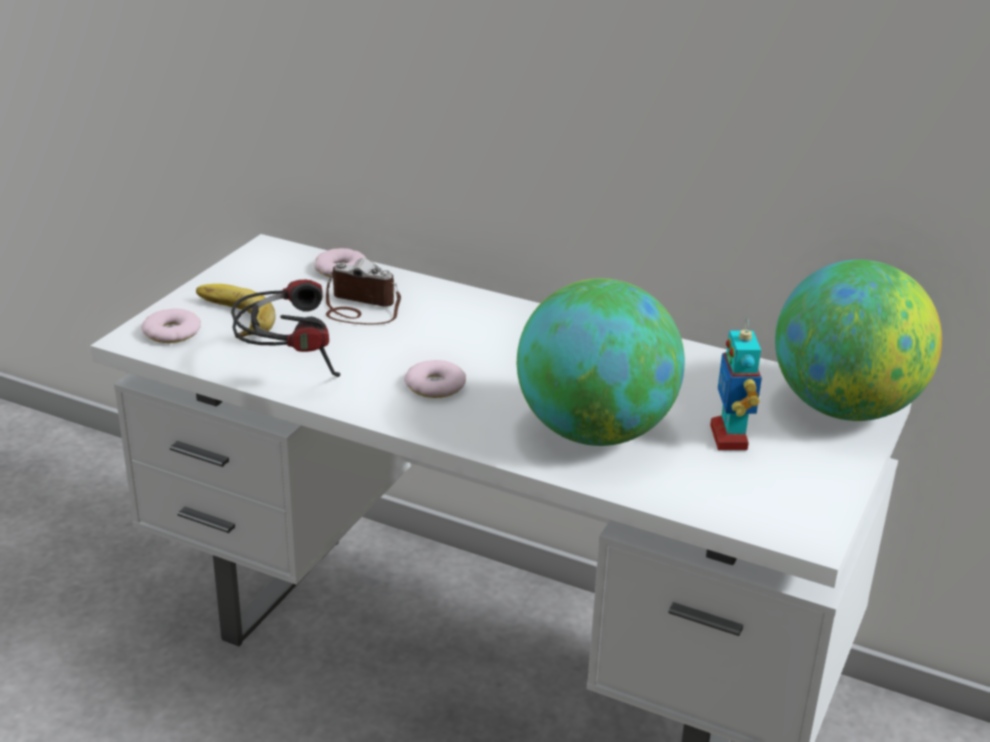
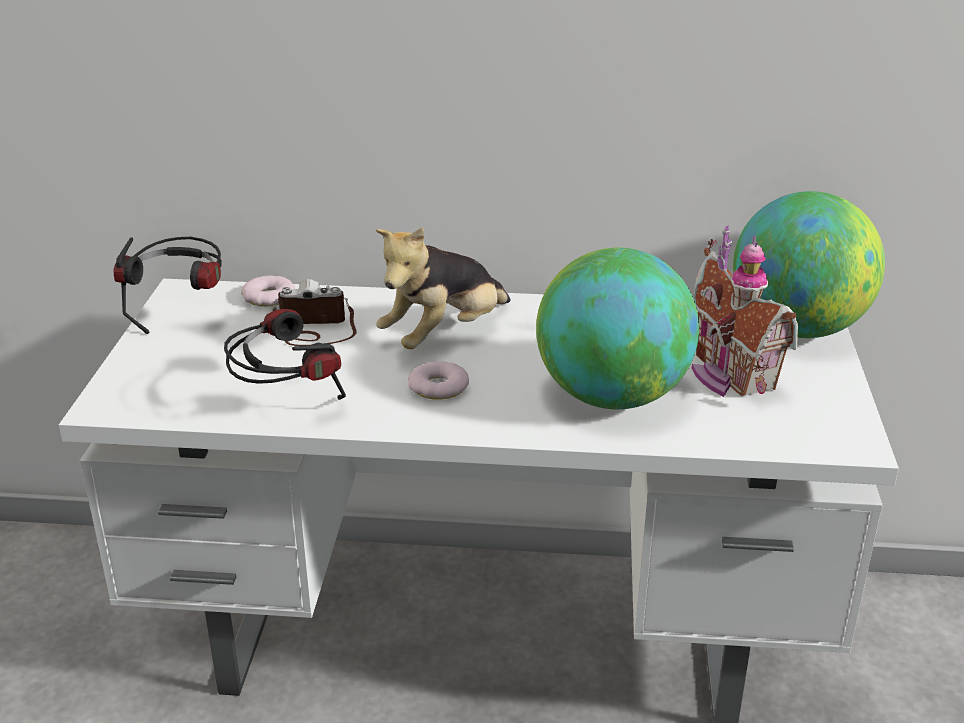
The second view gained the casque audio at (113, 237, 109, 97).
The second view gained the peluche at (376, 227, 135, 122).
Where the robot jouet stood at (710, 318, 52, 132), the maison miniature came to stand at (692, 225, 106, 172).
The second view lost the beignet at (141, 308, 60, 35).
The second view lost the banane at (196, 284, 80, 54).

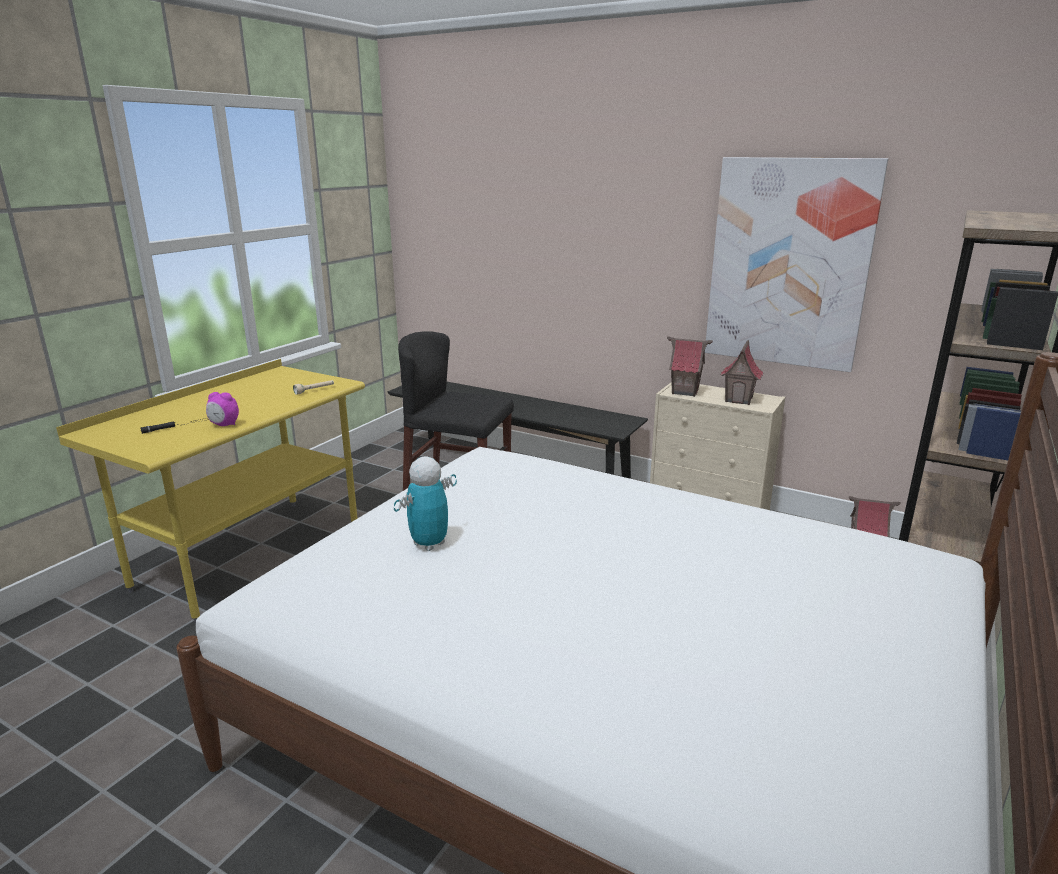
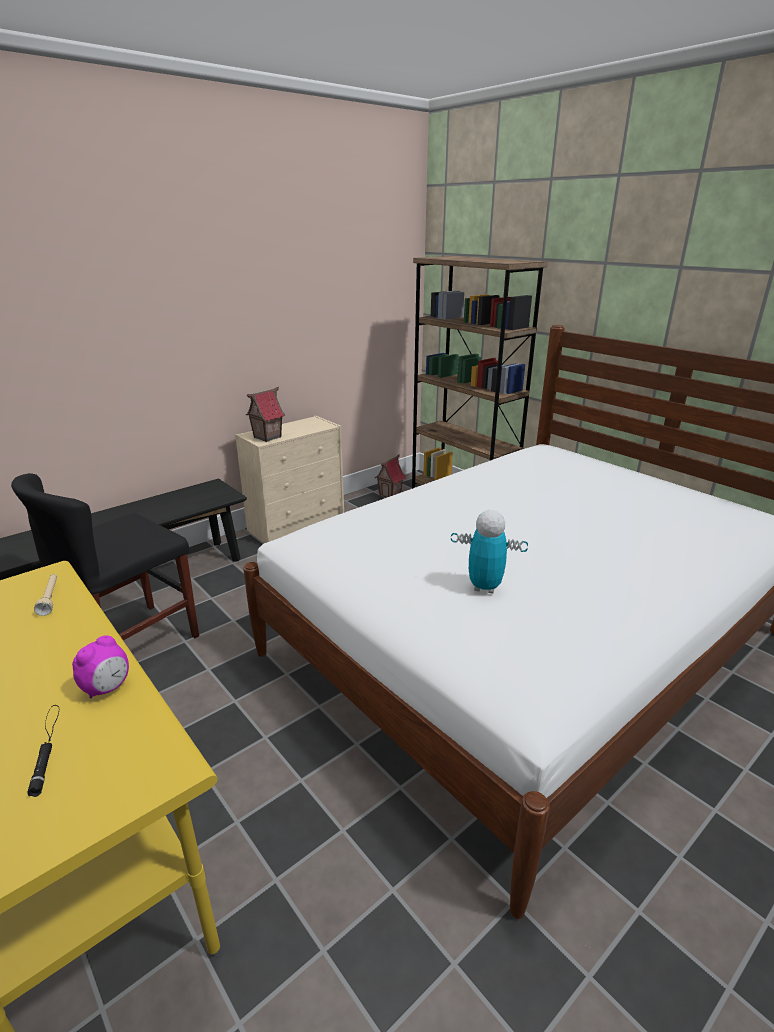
The robot jouet at (394, 457, 63, 94) ended up facing another way, 135 degrees clockwise from before.
The second view lost the tableau at (705, 157, 183, 215).
The second view lost the maison miniature at (720, 340, 43, 65).

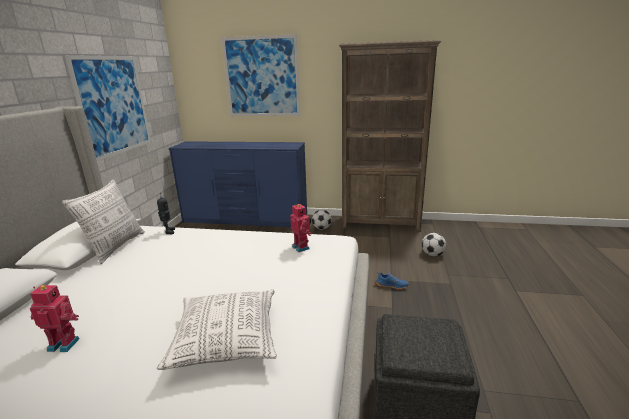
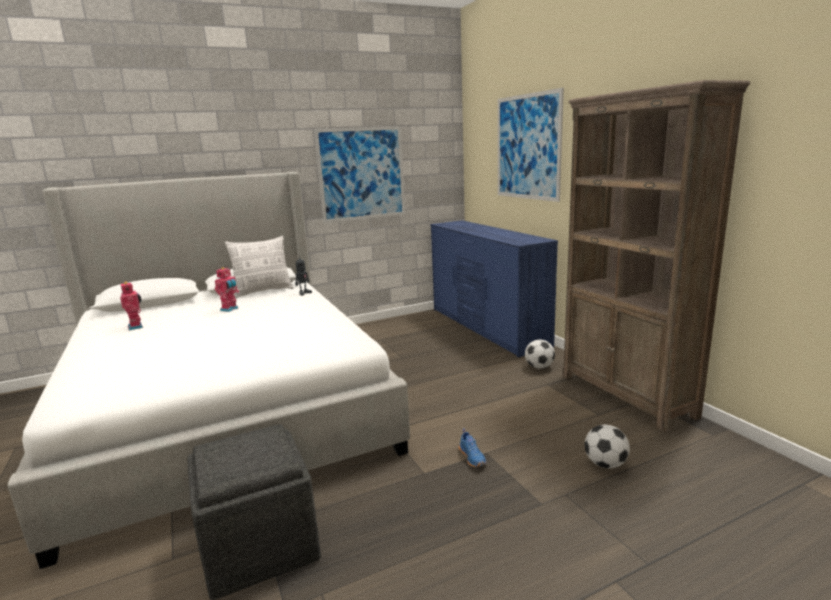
The robot jouet ended up elsewhere, having gone from (290, 204, 22, 48) to (215, 267, 24, 45).
The second view lost the coussin at (157, 289, 120, 81).

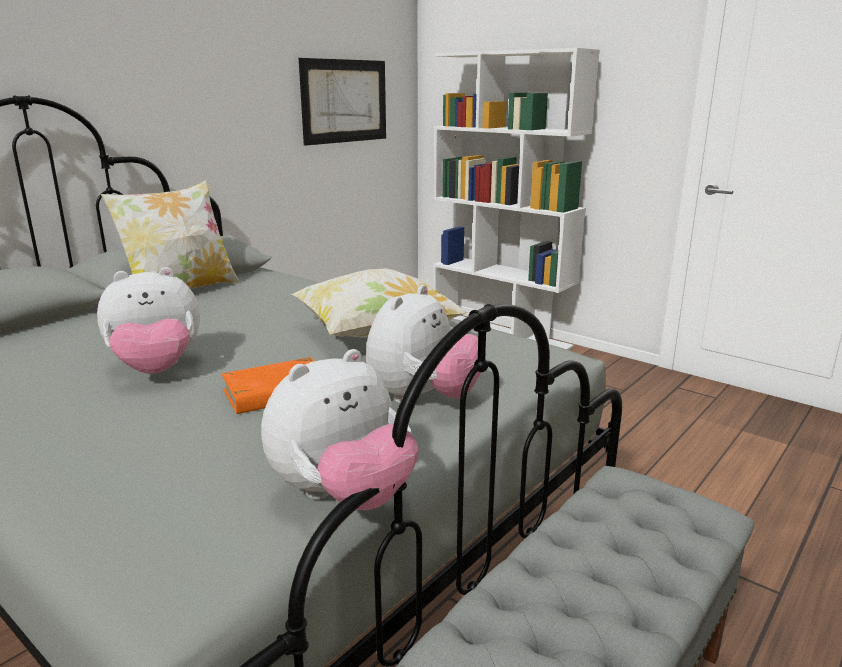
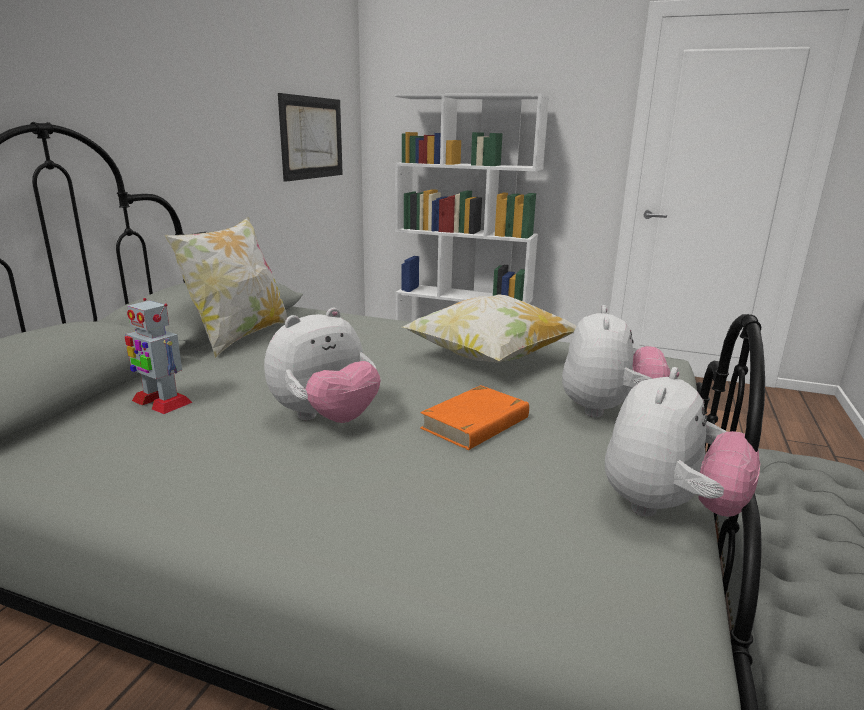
The second view gained the robot jouet at (125, 298, 68, 116).

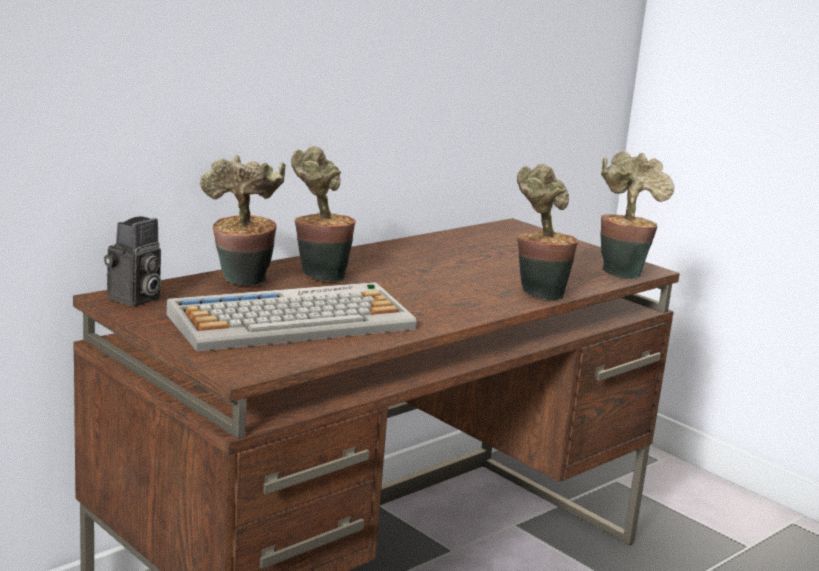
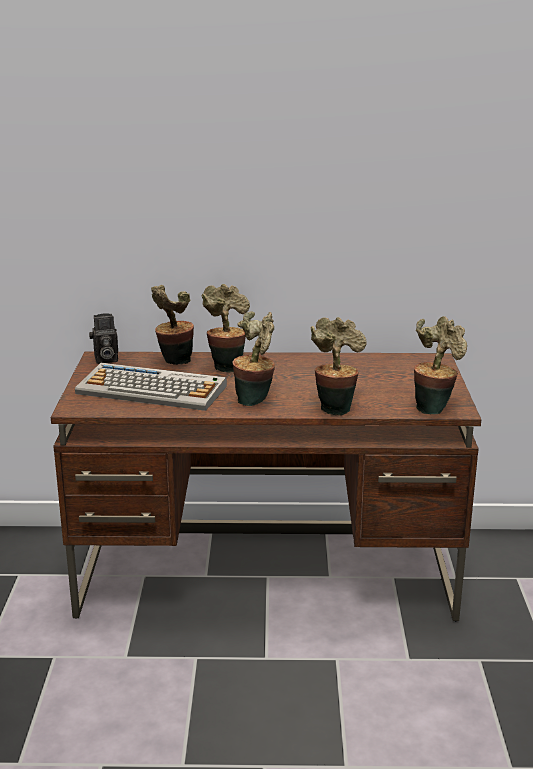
The second view gained the plante en pot at (232, 311, 43, 95).

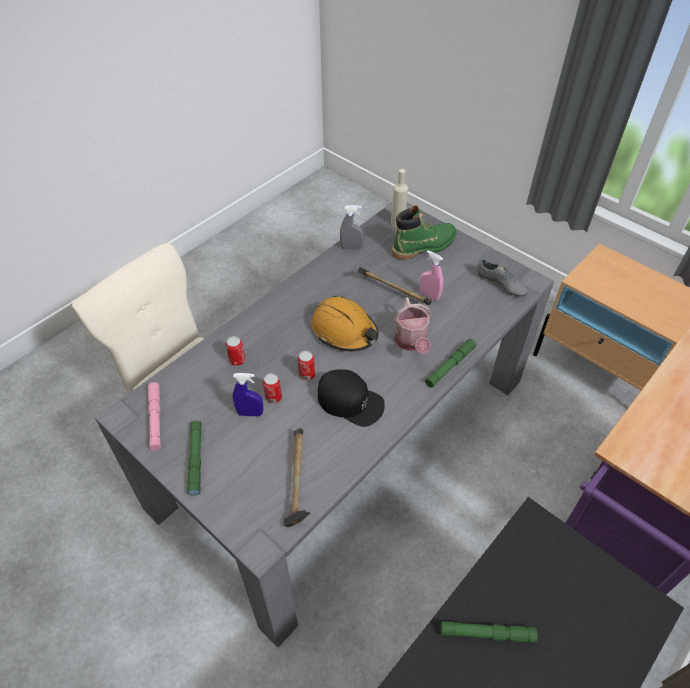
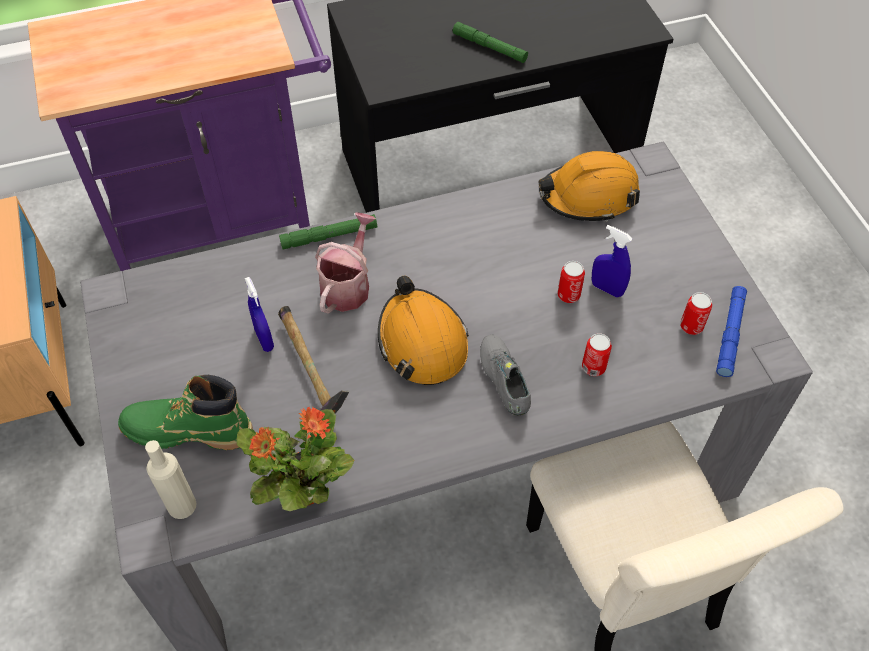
Where the vaporisateur/gris stood at (340, 205, 24, 45), the plante en pot came to stand at (237, 407, 118, 104).
What was the vaporisateur/rose at (420, 250, 23, 51) turned into the vaporisateur/bleu at (245, 277, 29, 75).
The chaussure/gris ended up elsewhere, having gone from (478, 259, 50, 38) to (480, 335, 51, 81).
Where the marteau stood at (283, 428, 28, 100), the casque de chantier/orange came to stand at (538, 151, 102, 71).
The boîte métallique ended up elsewhere, having gone from (298, 351, 17, 30) to (680, 292, 32, 43).
What was the lampe de poche/rose at (148, 382, 13, 69) turned into the lampe de poche/bleu at (716, 286, 31, 91).
The second view lost the lampe de poche/vert at (187, 421, 15, 75).
The second view lost the casquette/noir at (318, 369, 67, 58).

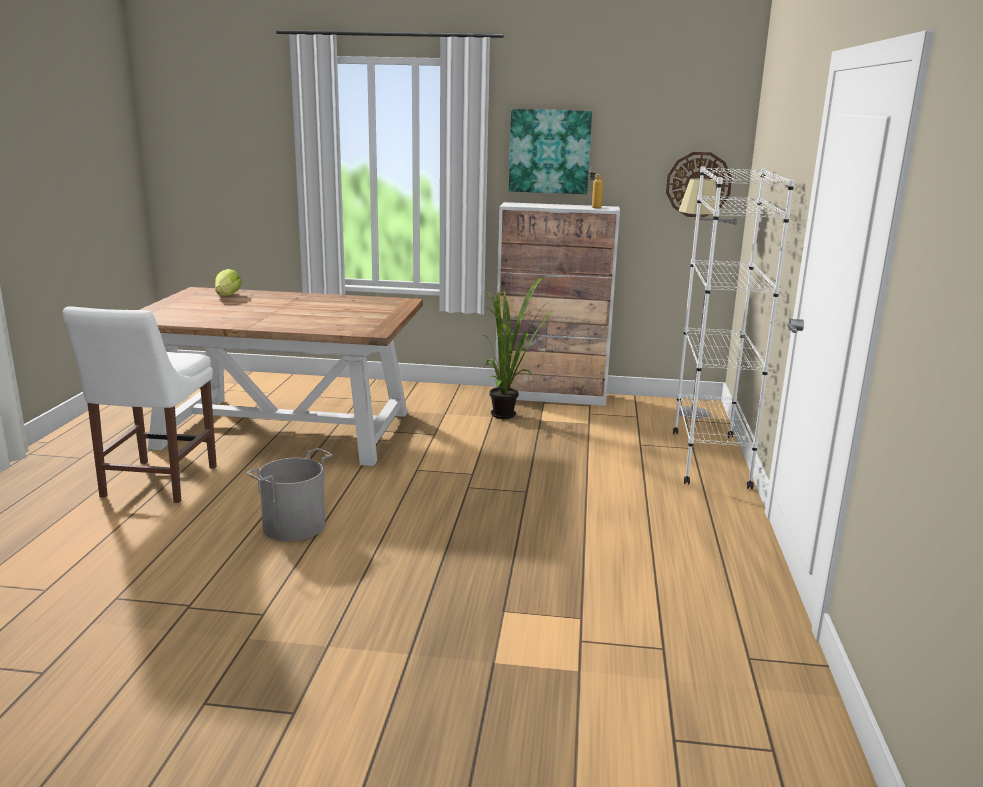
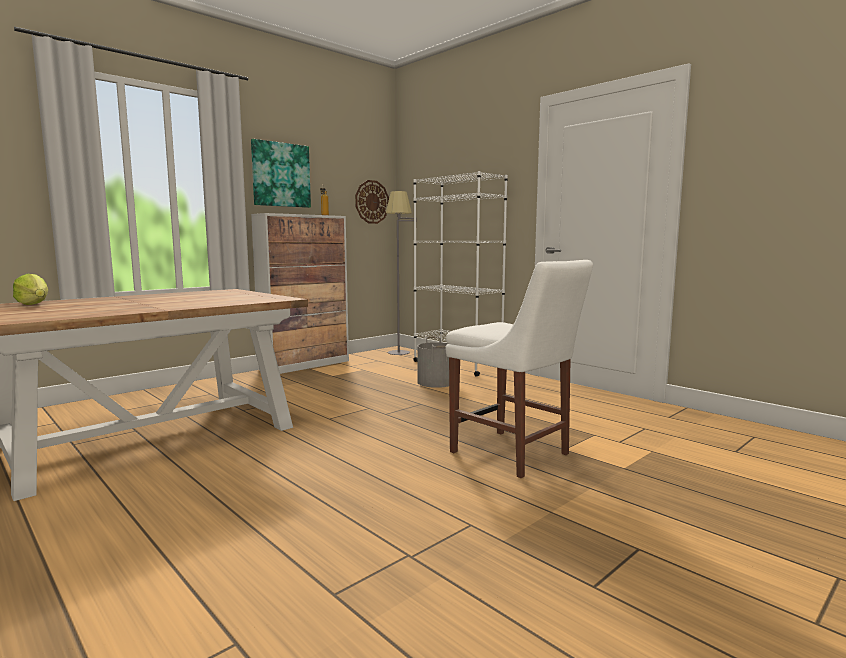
The seau/gris ended up elsewhere, having gone from (247, 448, 86, 93) to (417, 336, 32, 52).
The chaise/blanc ended up elsewhere, having gone from (63, 306, 154, 197) to (445, 260, 148, 218).
The second view lost the plante en pot at (483, 277, 70, 142).

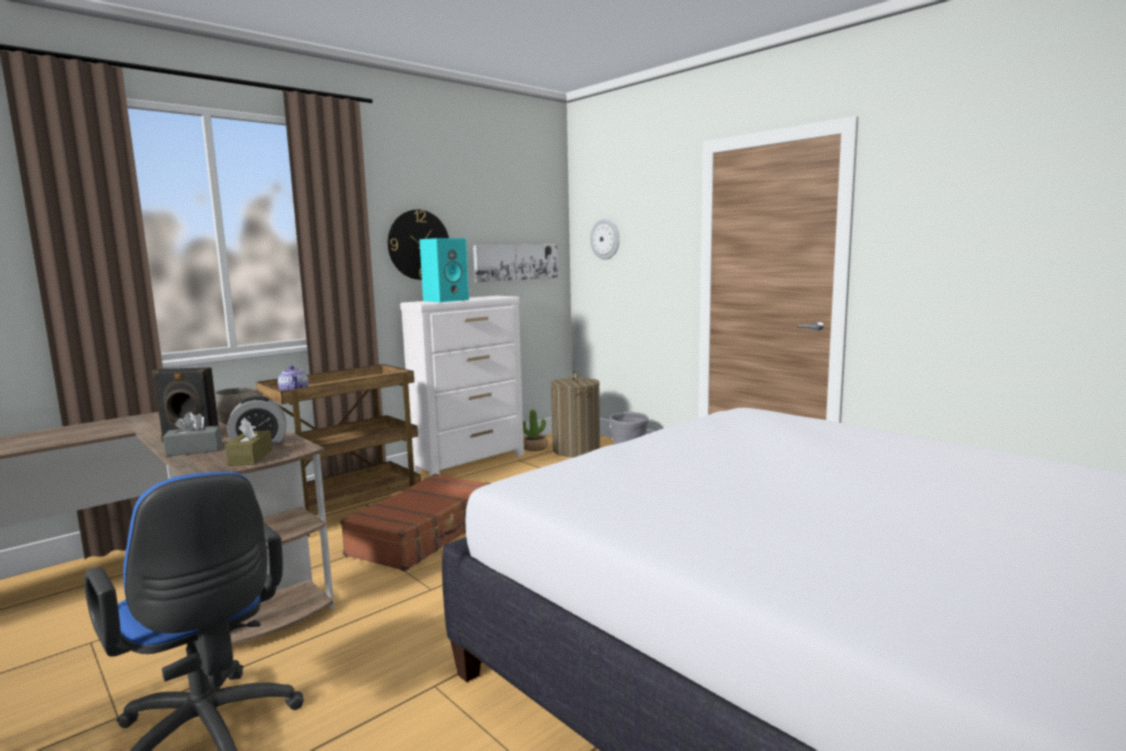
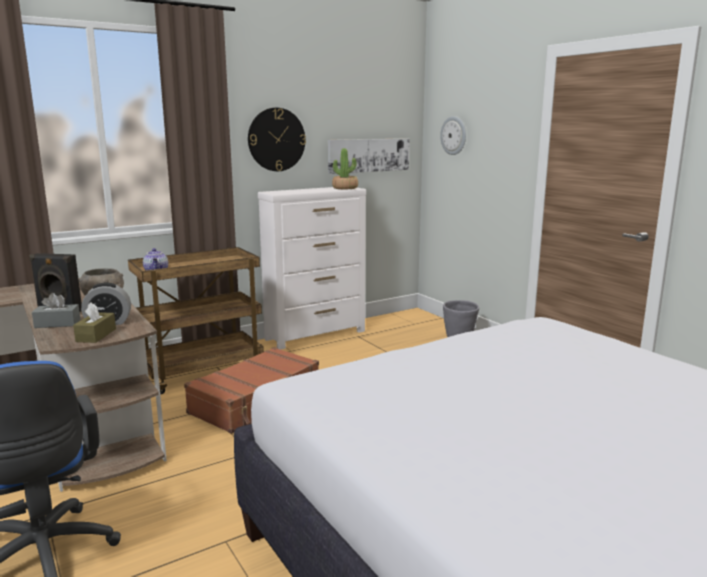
The plante en pot ended up elsewhere, having gone from (523, 410, 25, 41) to (332, 148, 26, 41).
The second view lost the enceinte/turquoise at (419, 238, 50, 64).
The second view lost the panier à linge at (551, 371, 49, 86).

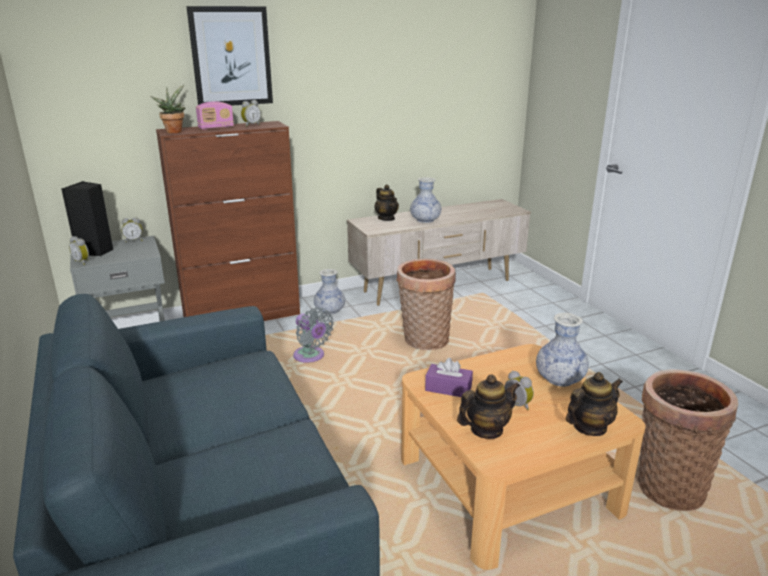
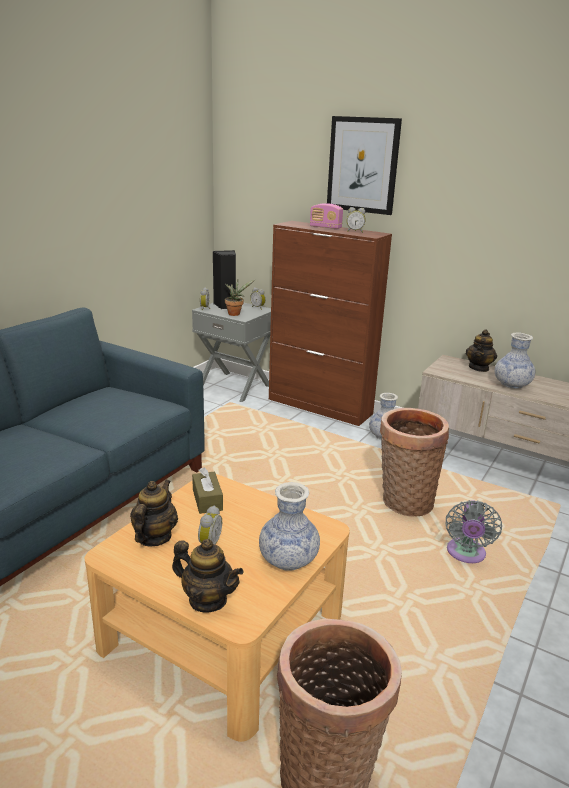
The théière at (457, 374, 63, 65) ended up facing another way, 105 degrees counterclockwise from before.
What was the boîte à mouchoirs/violet at (425, 358, 48, 39) turned into the boîte à mouchoirs/marron at (192, 467, 31, 47).
The plante en pot ended up elsewhere, having gone from (150, 85, 35, 48) to (225, 280, 30, 36).
The ventilateur/gris ended up elsewhere, having gone from (293, 308, 41, 55) to (446, 500, 56, 63).

